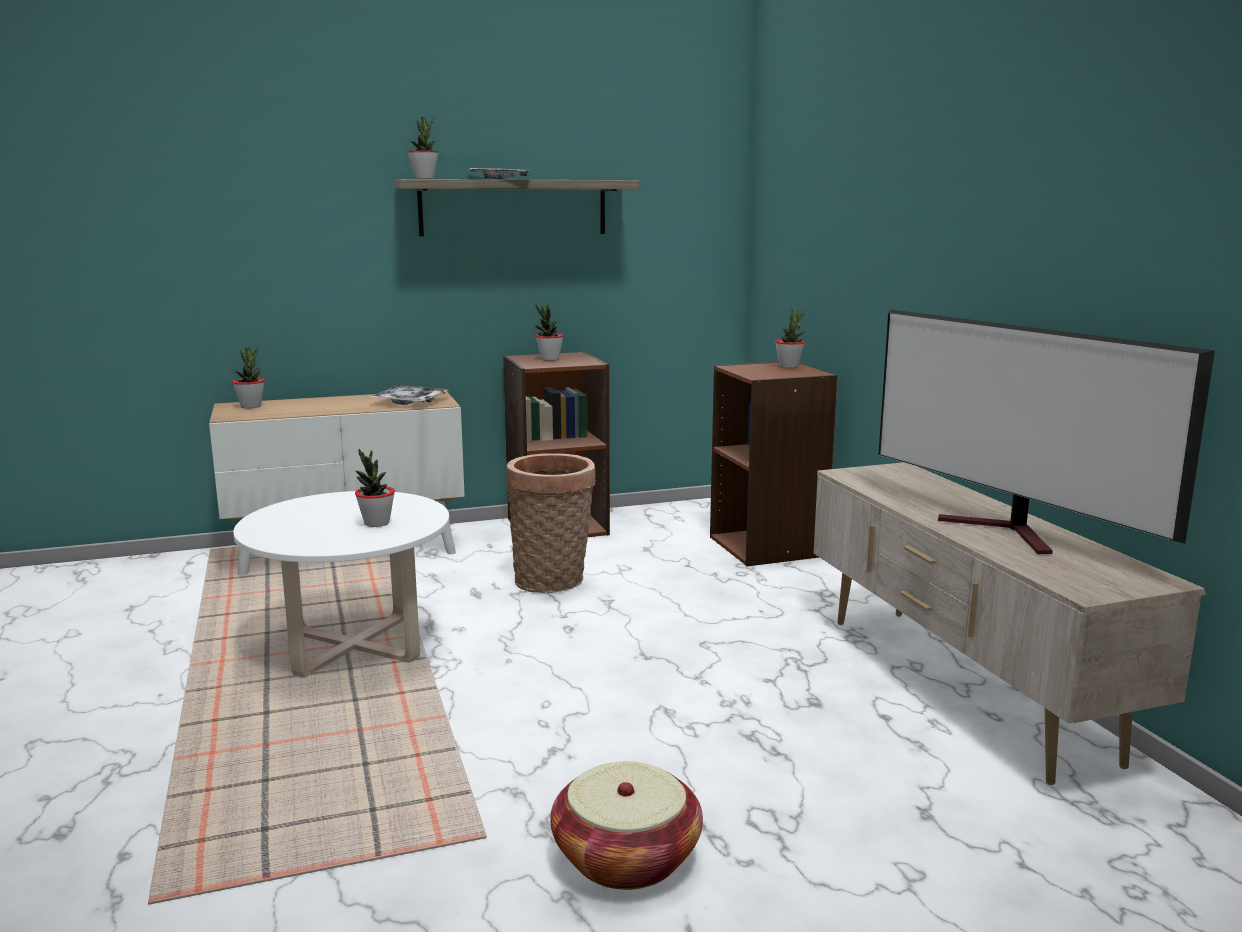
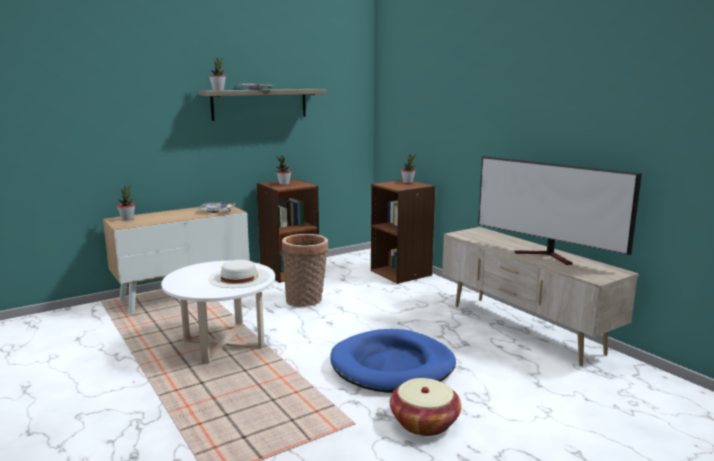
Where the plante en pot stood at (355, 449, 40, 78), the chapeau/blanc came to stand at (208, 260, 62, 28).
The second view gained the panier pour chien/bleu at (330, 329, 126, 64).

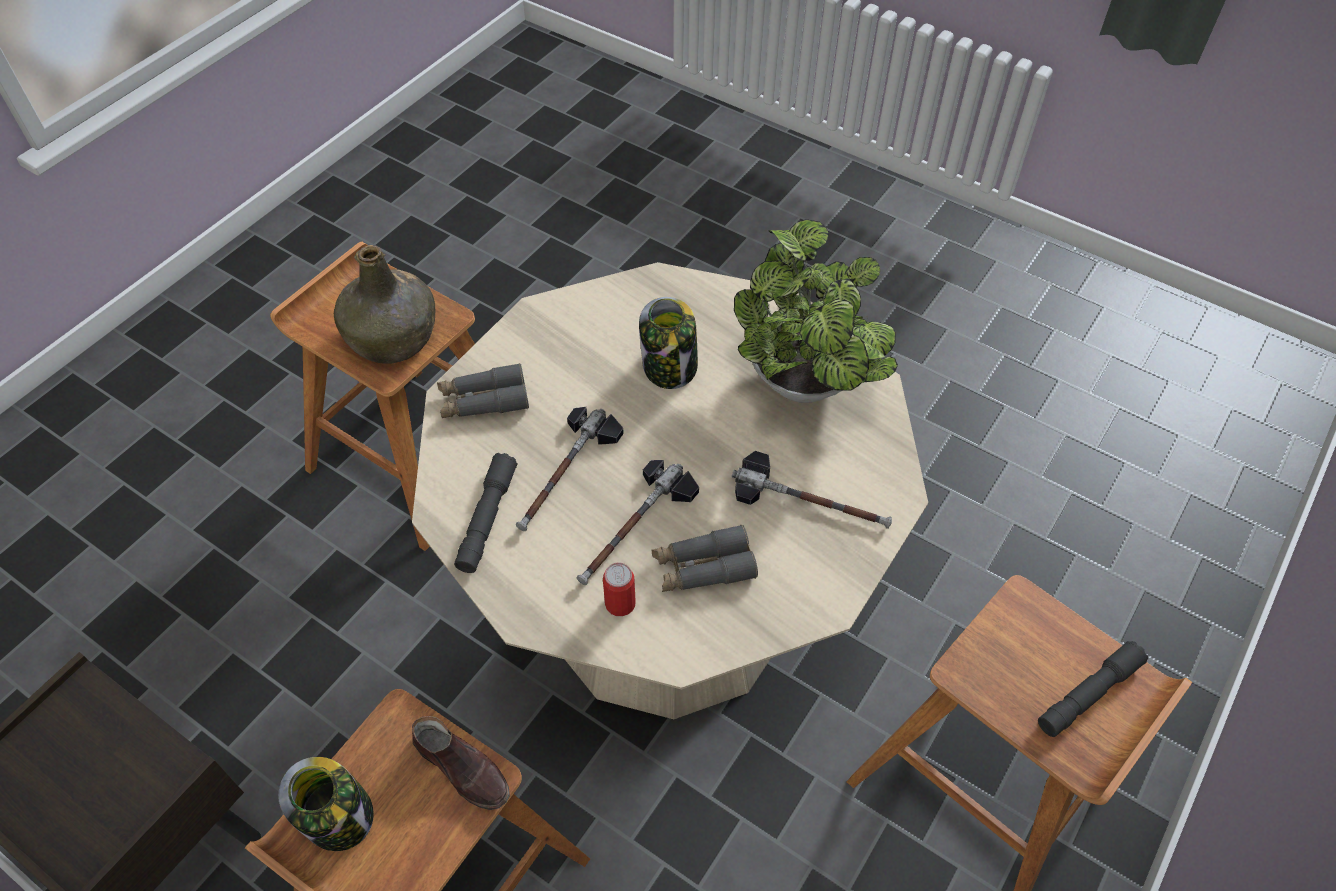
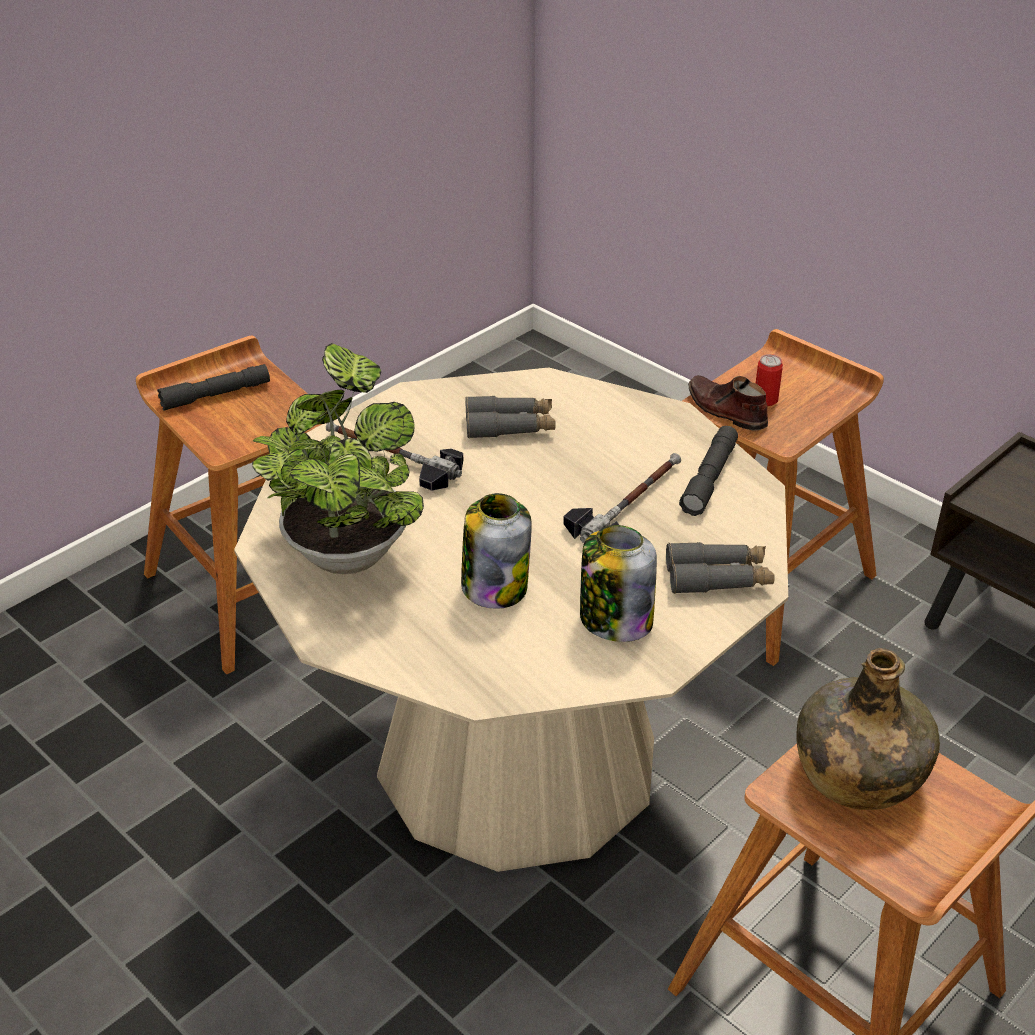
The bocal ended up elsewhere, having gone from (278, 757, 96, 94) to (580, 525, 77, 117).
The boîte métallique ended up elsewhere, having gone from (603, 563, 33, 53) to (756, 354, 27, 52).
The second view lost the marteau at (577, 460, 122, 125).

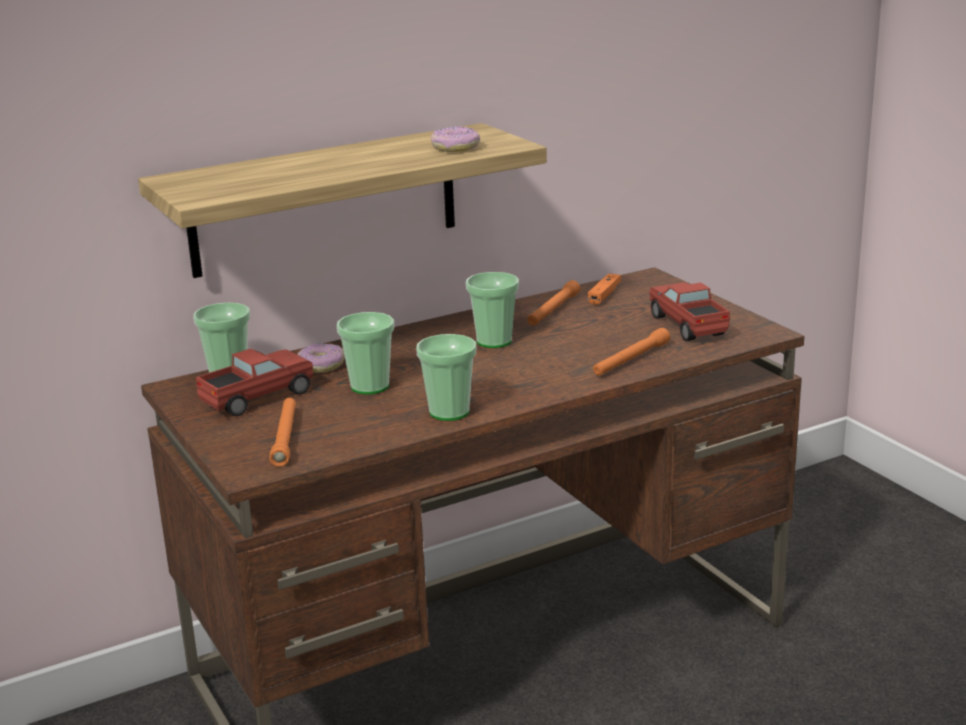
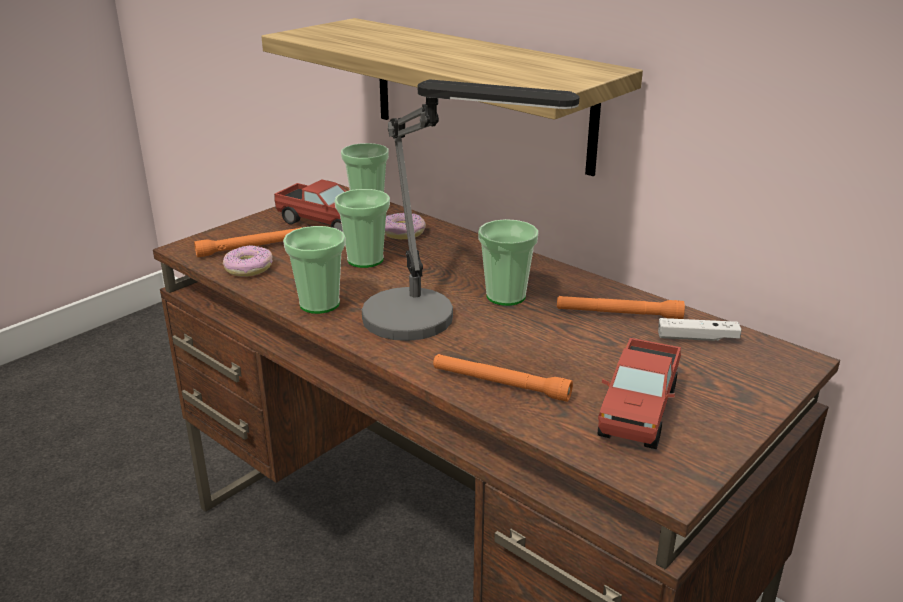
The beignet ended up elsewhere, having gone from (431, 127, 49, 25) to (223, 245, 50, 32).
The second view gained the lampe de table at (362, 79, 217, 262).
The camion jouet at (649, 282, 81, 59) ended up facing another way, 150 degrees clockwise from before.
What was the manette/orange at (588, 273, 33, 32) turned into the manette/blanc at (658, 318, 84, 23).

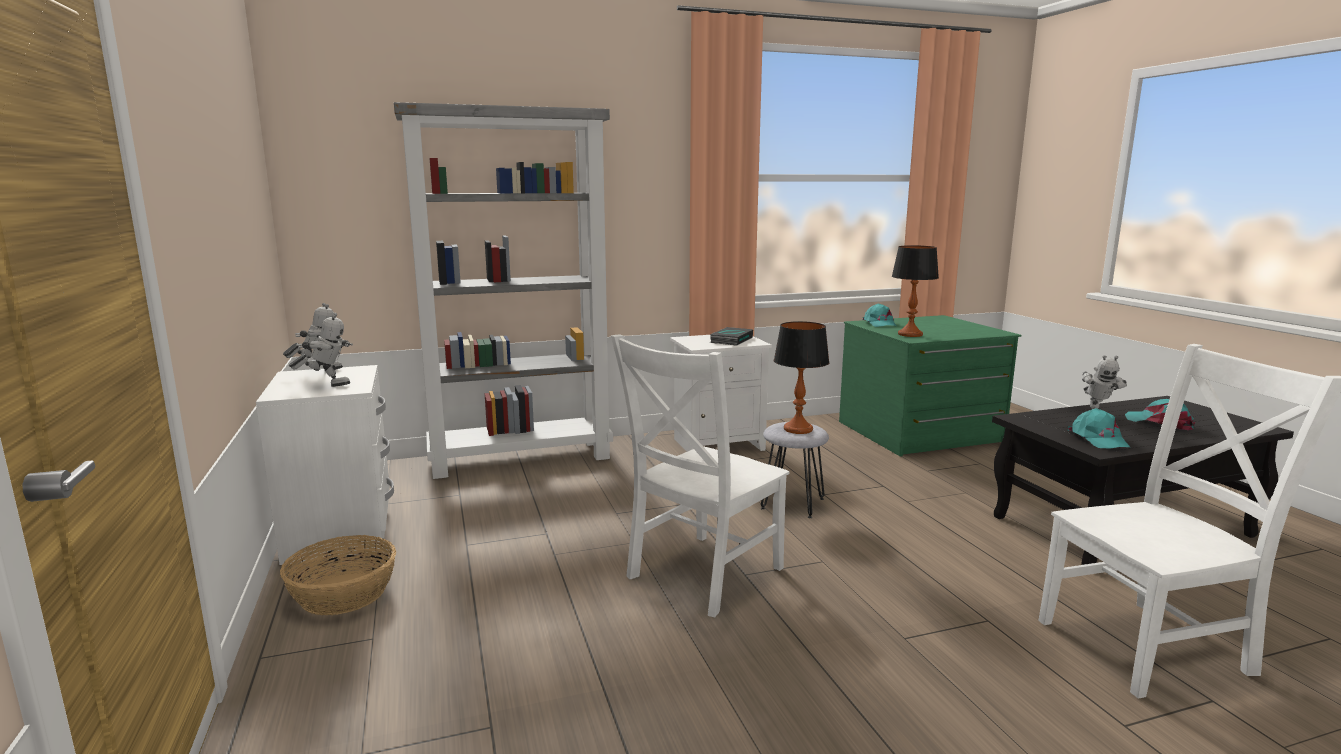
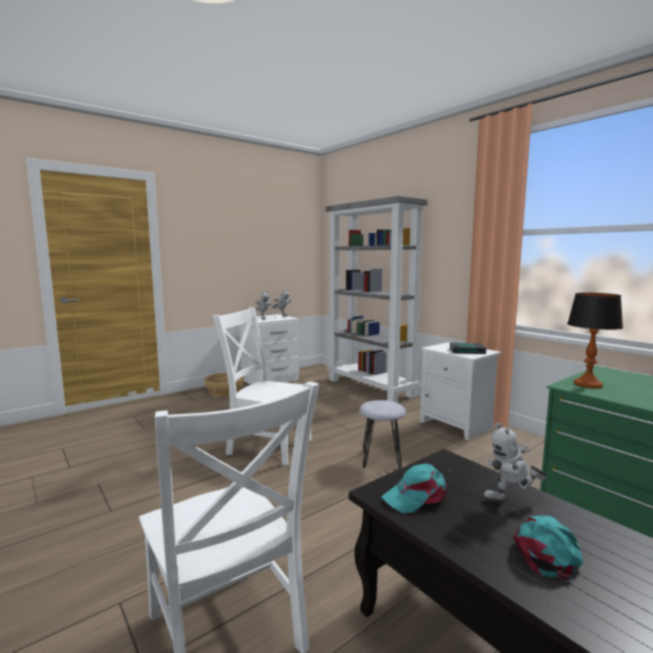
The second view lost the lampe de table at (773, 321, 57, 113).
The second view lost the casquette/turquoise at (863, 303, 34, 24).

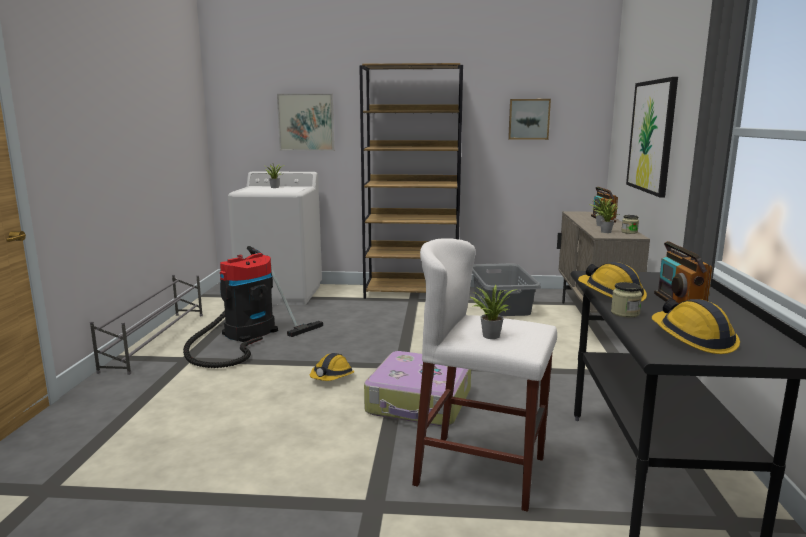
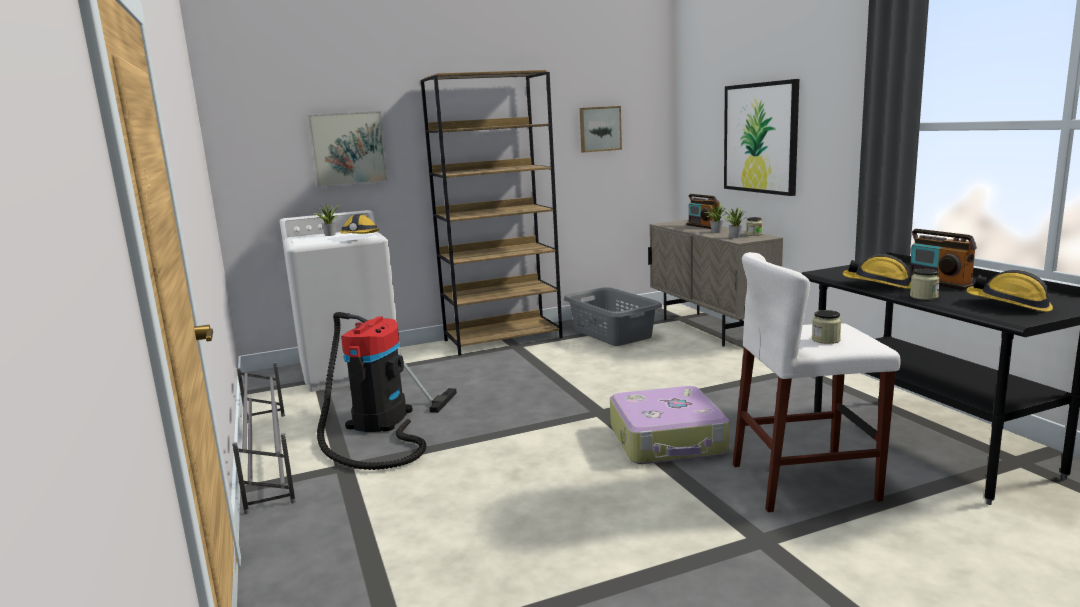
The casque de chantier ended up elsewhere, having gone from (310, 353, 45, 28) to (339, 214, 41, 20).
Where the plante en pot stood at (469, 285, 49, 54), the bocal came to stand at (812, 310, 29, 34).

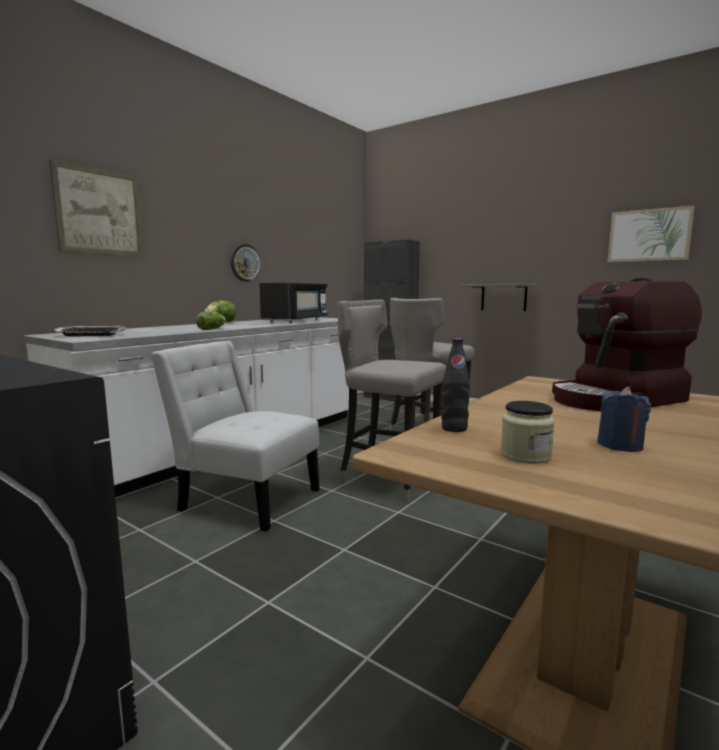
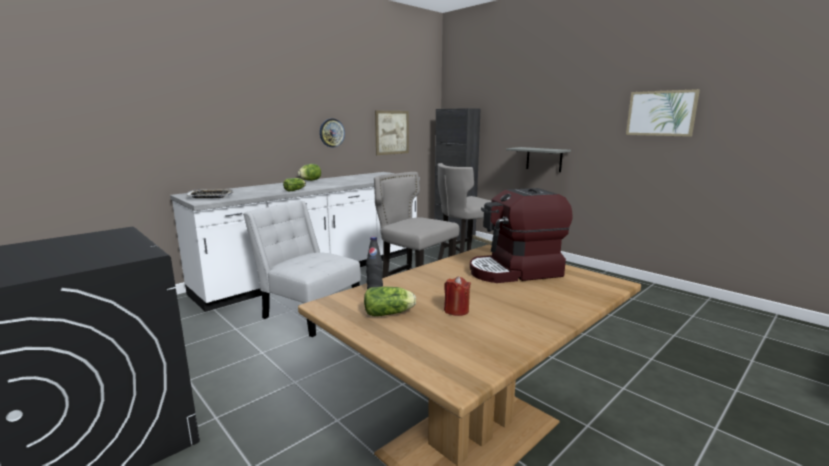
Where the bocal stood at (501, 401, 54, 63), the laitue came to stand at (364, 286, 52, 30).
The tableau ended up elsewhere, having gone from (49, 160, 94, 97) to (375, 111, 34, 44).
What was the bougie/bleu at (597, 386, 54, 66) turned into the bougie/rouge at (444, 276, 27, 40).
The second view lost the micro-ondes/noir at (259, 283, 69, 40).

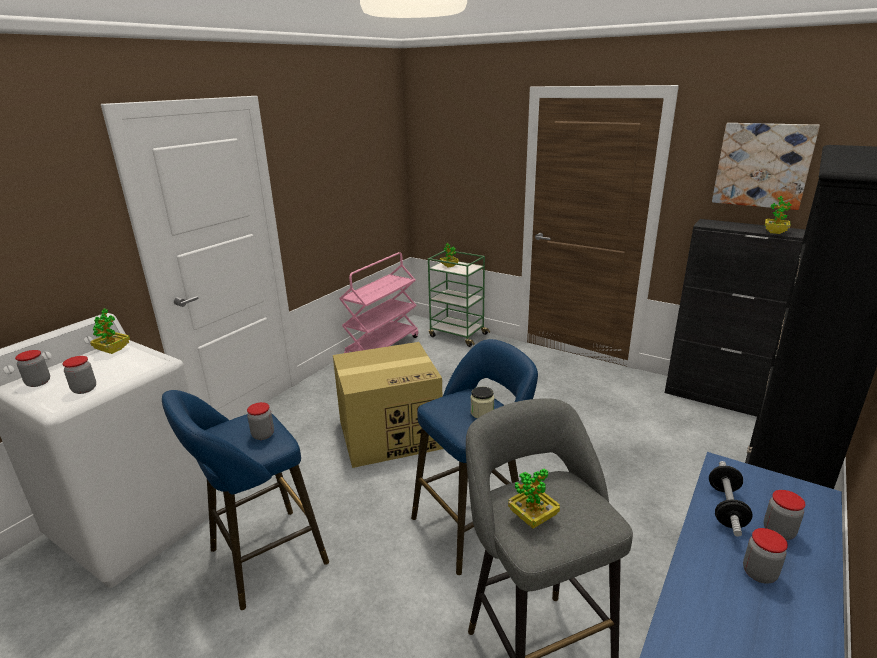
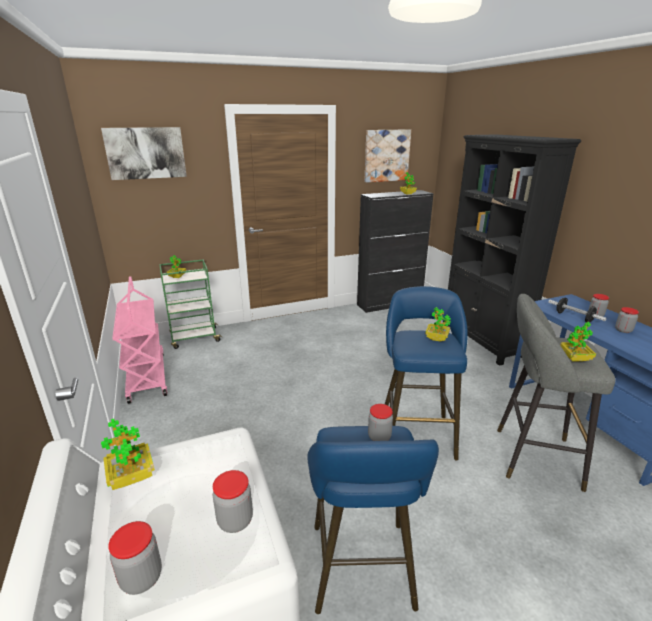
The second view gained the tableau at (101, 127, 86, 53).
Where the bocal stood at (470, 387, 24, 31), the plante en pot came to stand at (425, 307, 26, 35).
The second view lost the carton at (333, 342, 110, 126).

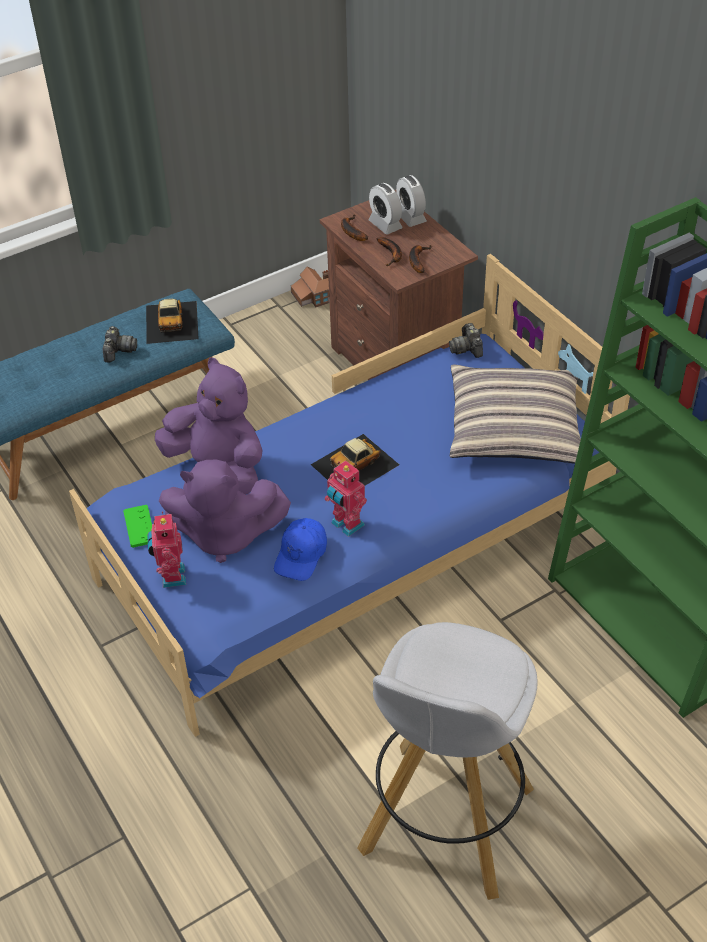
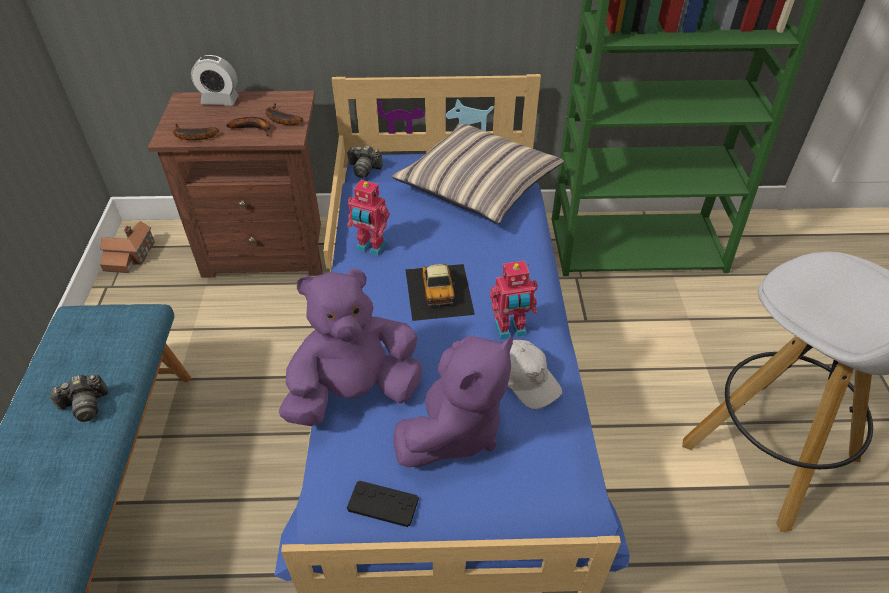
The appareil photo at (103, 326, 34, 36) ended up facing another way, 120 degrees clockwise from before.
The robot jouet ended up elsewhere, having gone from (147, 511, 39, 77) to (347, 180, 43, 76).
What was the manette/vert at (123, 505, 29, 43) turned into the manette/noir at (347, 481, 72, 46).
What was the casquette/bleu at (274, 518, 53, 63) turned into the casquette/blanc at (508, 340, 54, 69).
The second view lost the petite voiture at (146, 299, 53, 45).
The second view lost the réveil at (368, 183, 35, 52).

